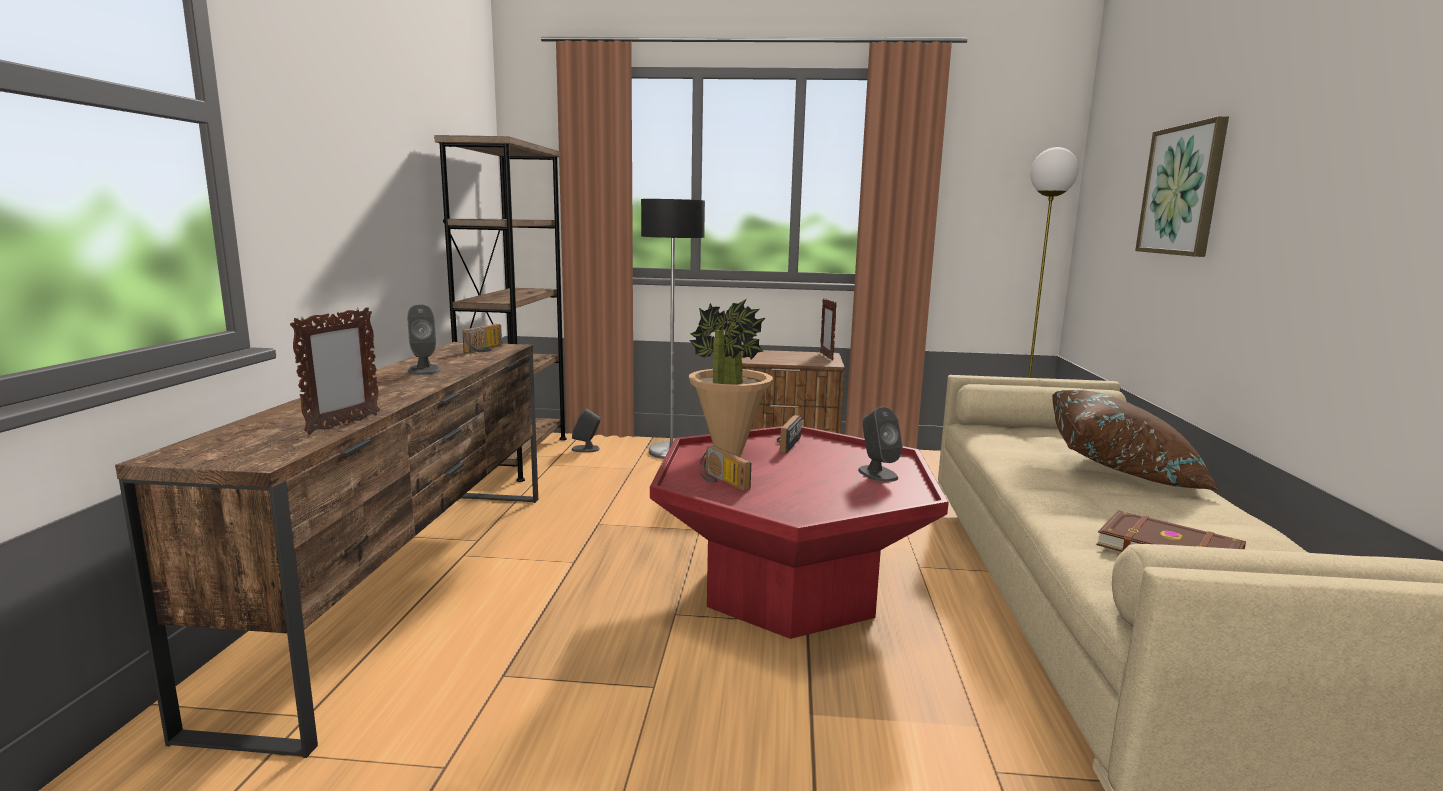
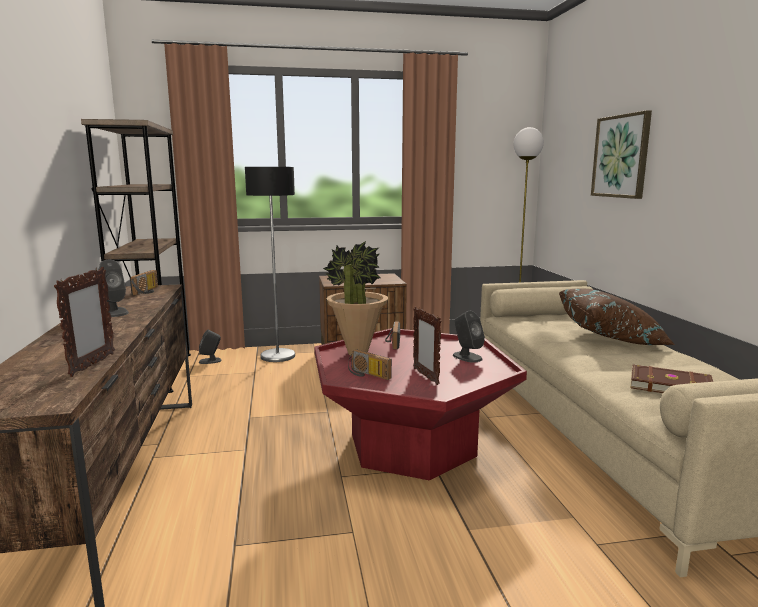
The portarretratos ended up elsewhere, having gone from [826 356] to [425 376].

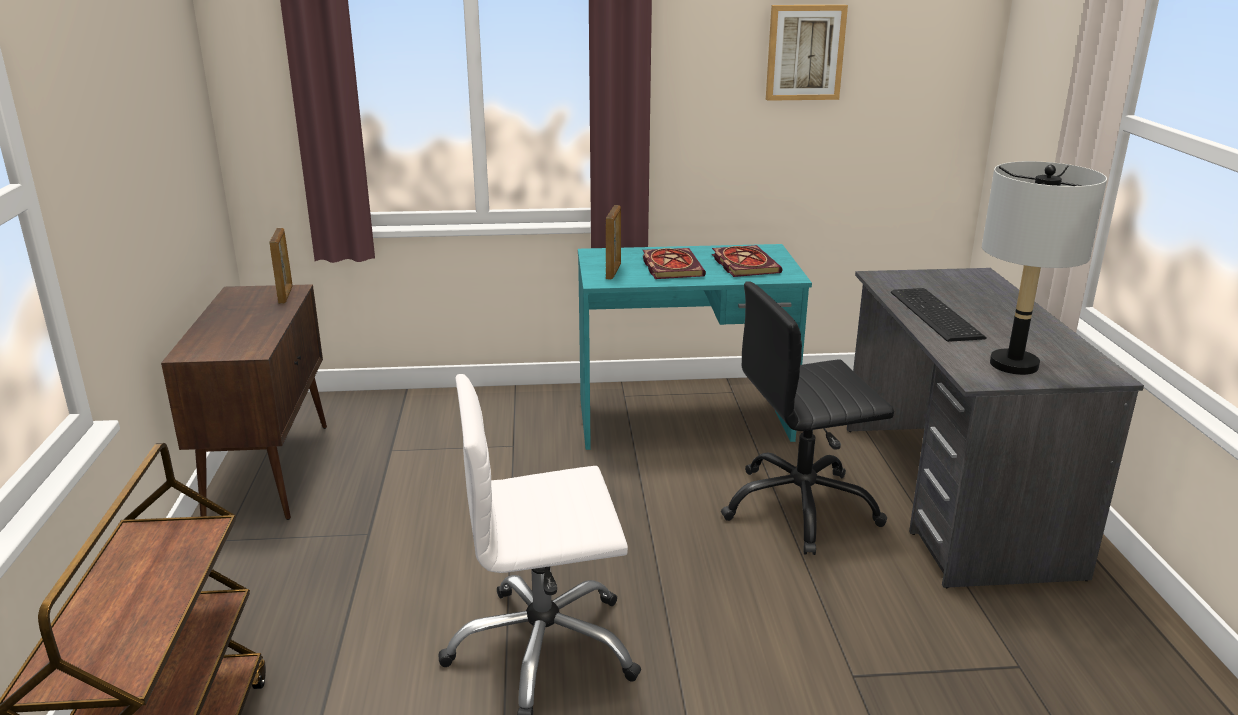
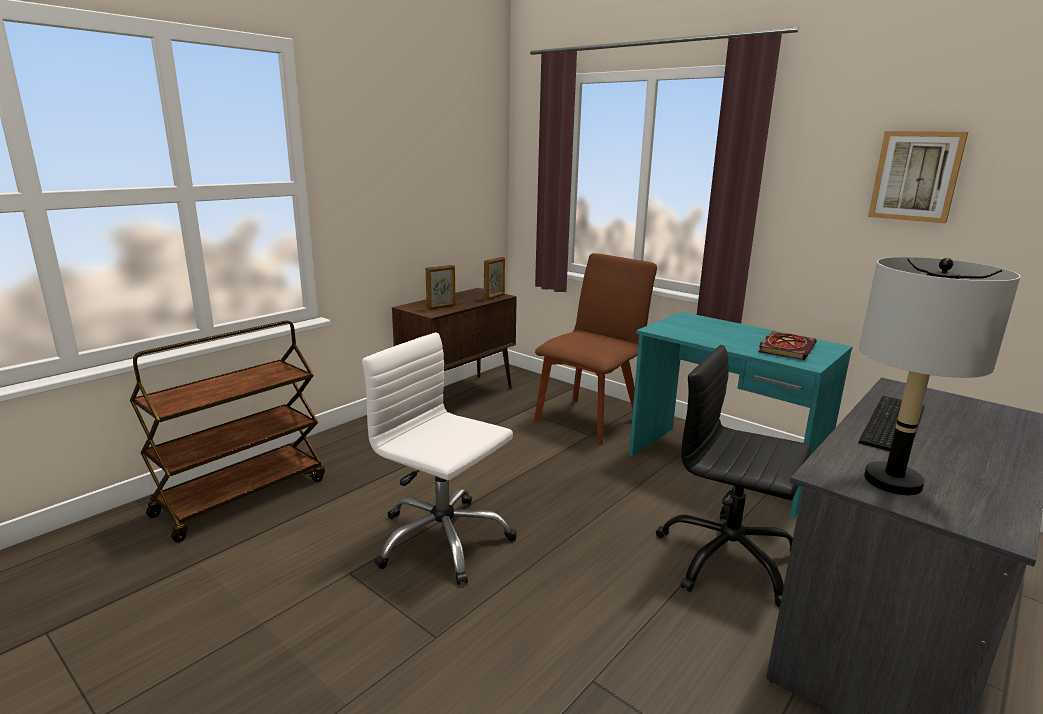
The portarretratos ended up elsewhere, having gone from [613 271] to [441 307].
The second view lost the libro at [670 266].
The second view gained the silla/marrón at [590 418].

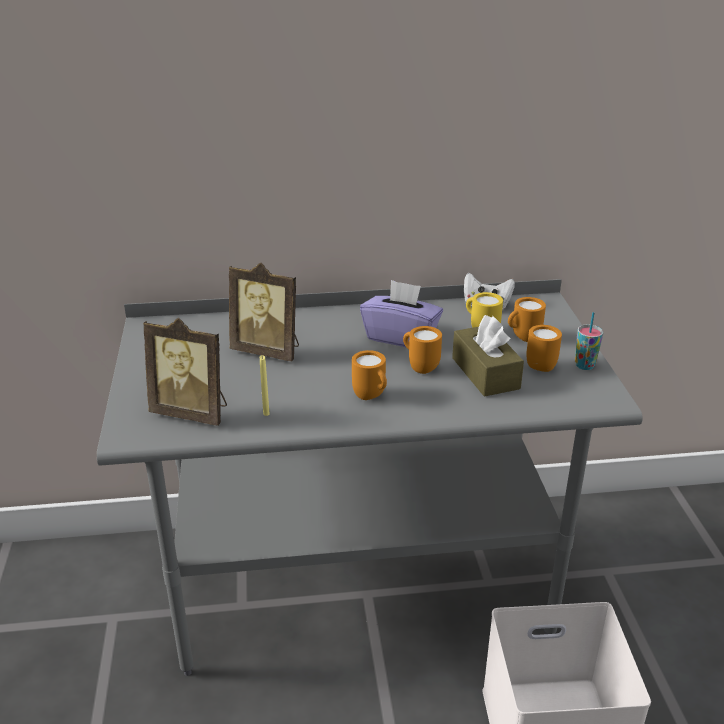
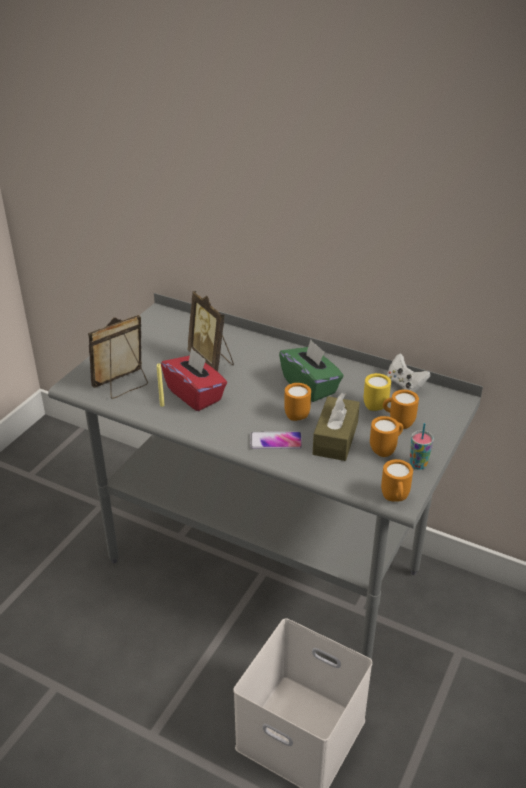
The portarretratos at [192 412] ended up facing another way, 90 degrees clockwise from before.
The taza grande/naranja ended up elsewhere, having gone from [371 397] to [395 499].
What was the caja de pañuelos/morado at [401 337] turned into the caja de pañuelos/verde at [310 386].
The second view gained the caja de pañuelos/rojo at [195 395].
The second view gained the móvil at [276 441].

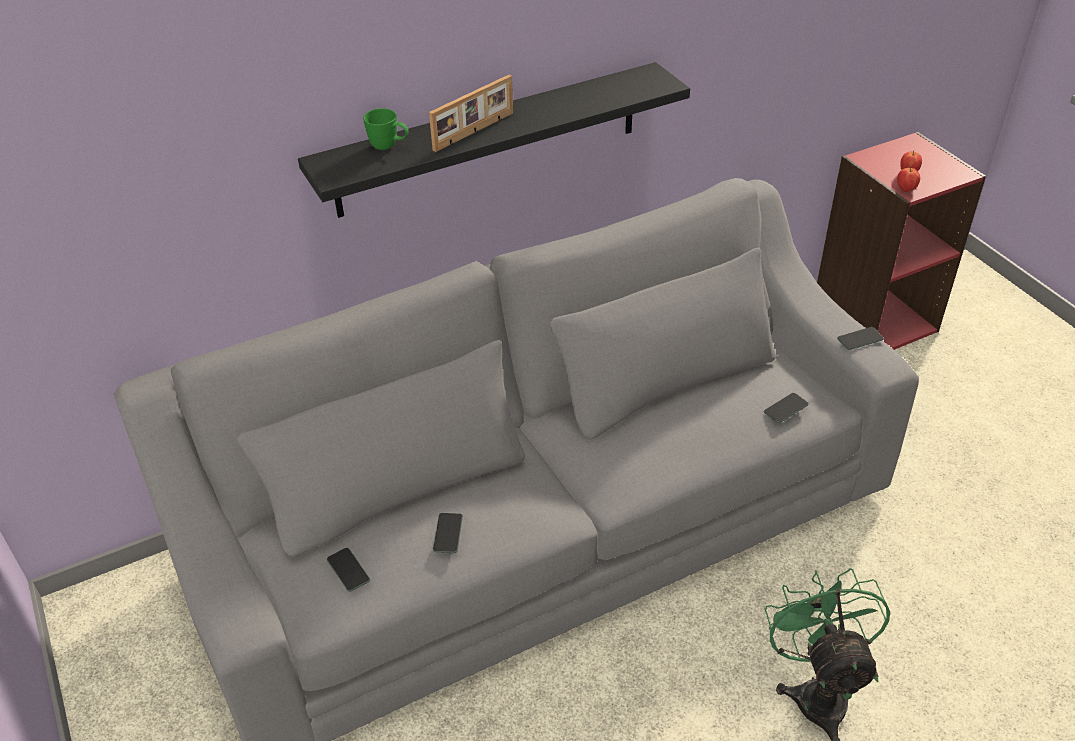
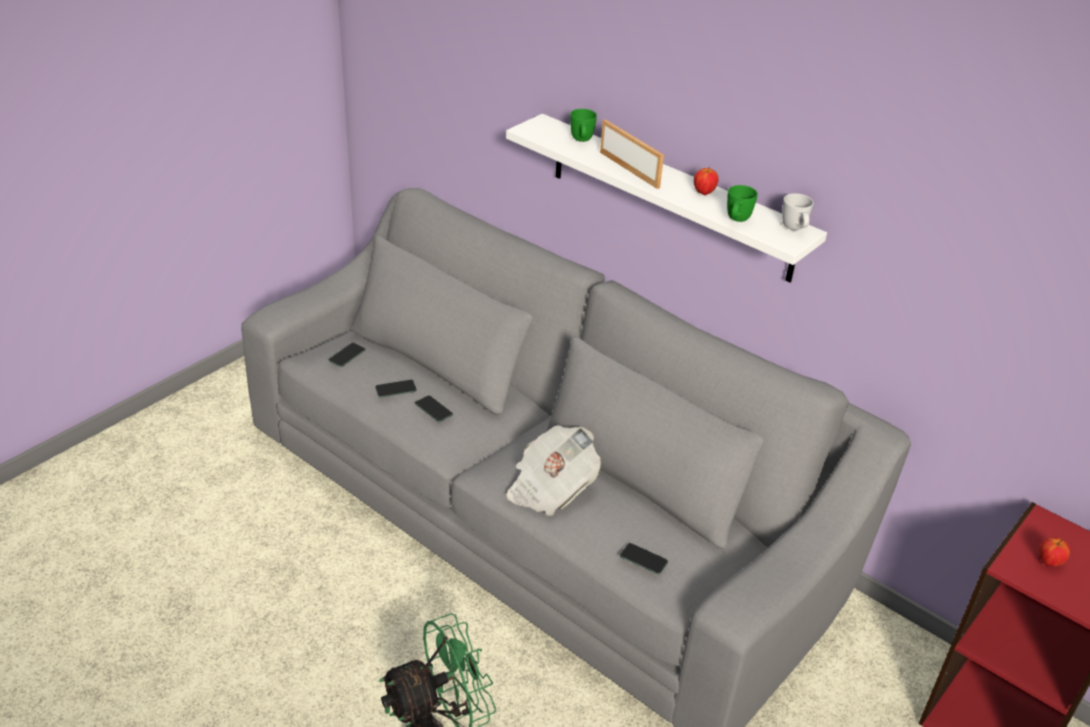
What was the estante/negro at [489 140] turned into the estante/blanco at [670 197].
The portarretratos at [475 132] ended up facing another way, 150 degrees counterclockwise from before.
The móvil ended up elsewhere, having gone from [860 339] to [433 409].
The manzana ended up elsewhere, having gone from [905 189] to [704 193].
The second view gained the periódico at [550 488].
The second view gained the taza grande/verde at [736 220].
The second view gained the taza grande/blanco at [795 229].

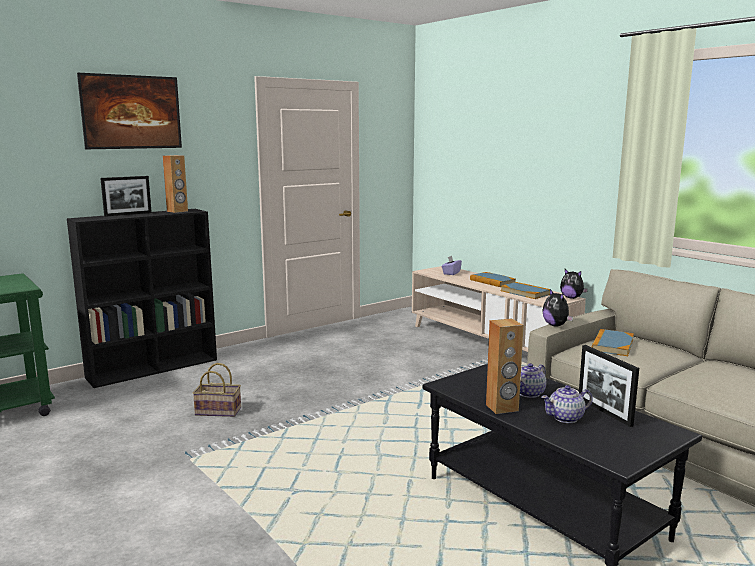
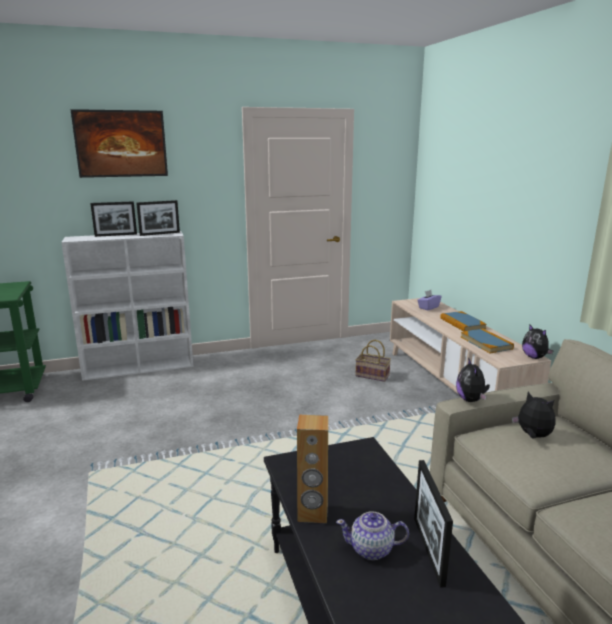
What was the estantería/negro at [154 368] turned into the estantería/blanco at [140 367].
Where the altavoz/marrón stood at [177 211], the portarretratos came to stand at [160 234].
The cesta ended up elsewhere, having gone from [219 411] to [373 375].
The second view lost the tetera at [529 393].
Where the libro stood at [612 345], the peluche came to stand at [532 436].

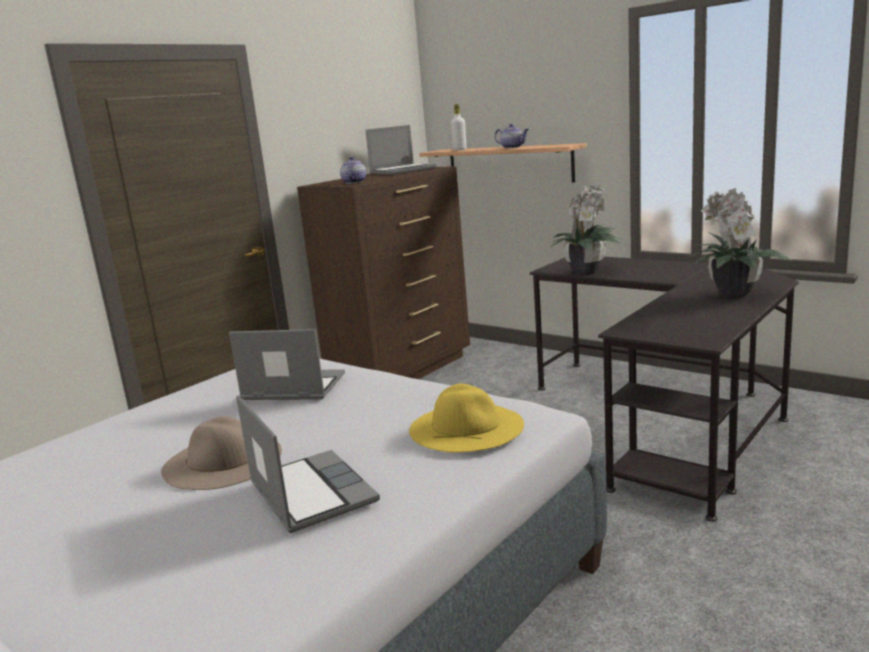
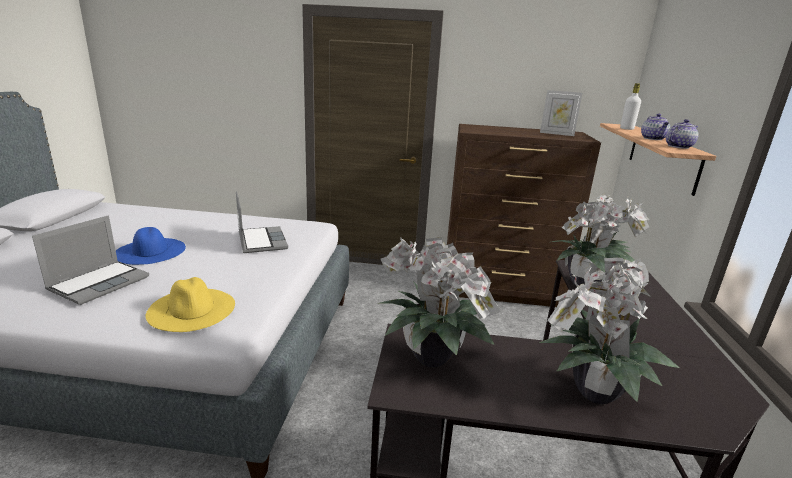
What was the sombrero/beis at [222 461] turned into the sombrero/azul at [150 250].
The tetera ended up elsewhere, having gone from [354 182] to [678 146].
Where the portátil stood at [403 171], the portarretratos came to stand at [557 134].
The second view gained the planta en maceta at [433 361].

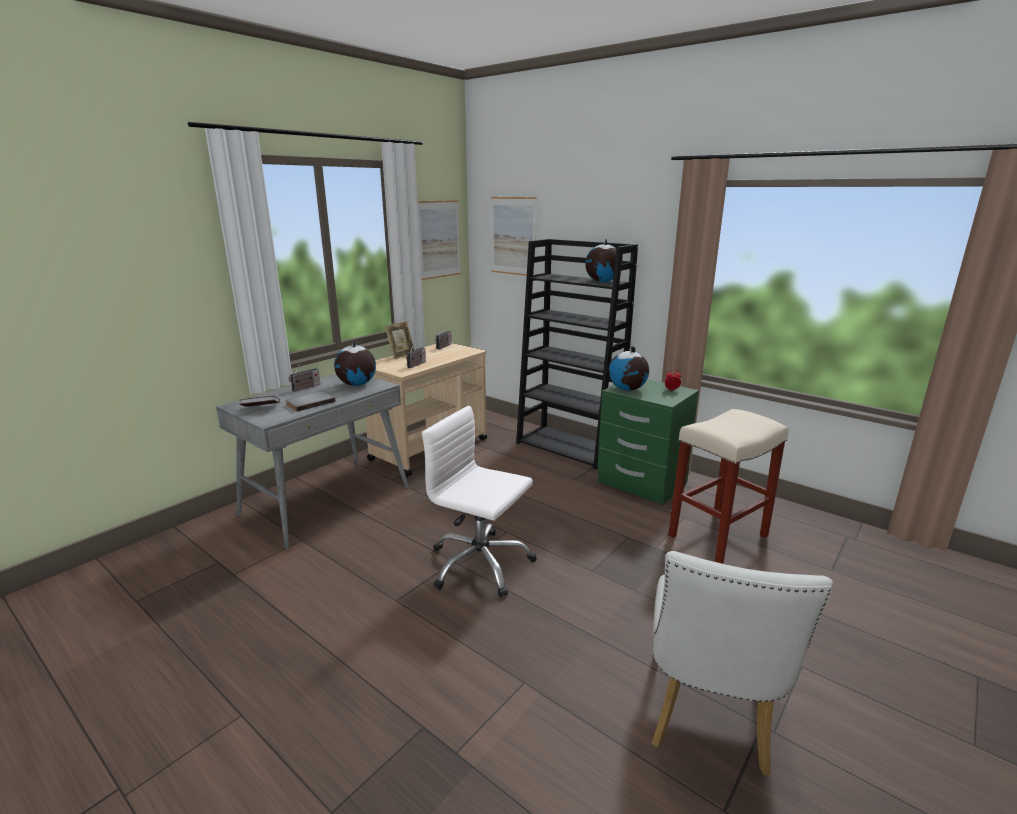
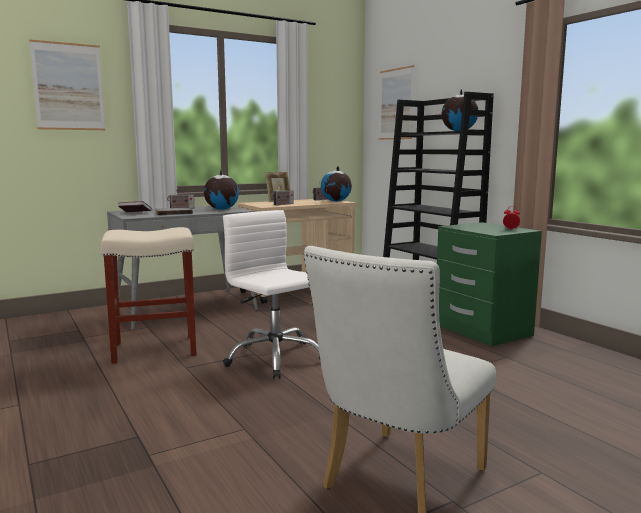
The cuadro ended up elsewhere, having gone from [439 239] to [68 86].
The globo terráqueo ended up elsewhere, having gone from [627 389] to [336 201].
The taburete/beis ended up elsewhere, having gone from [717 536] to [153 349].

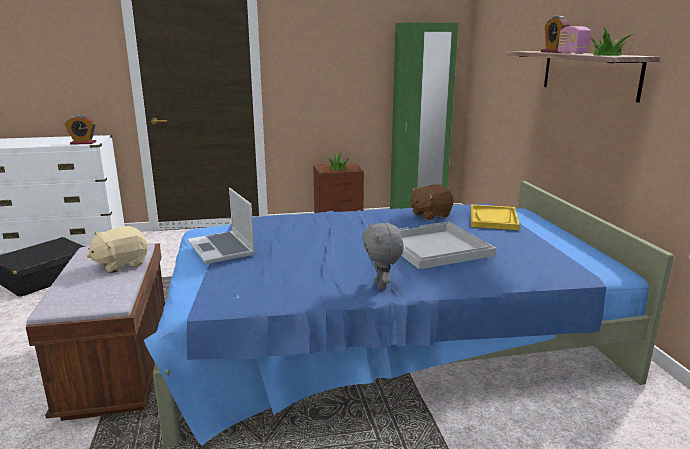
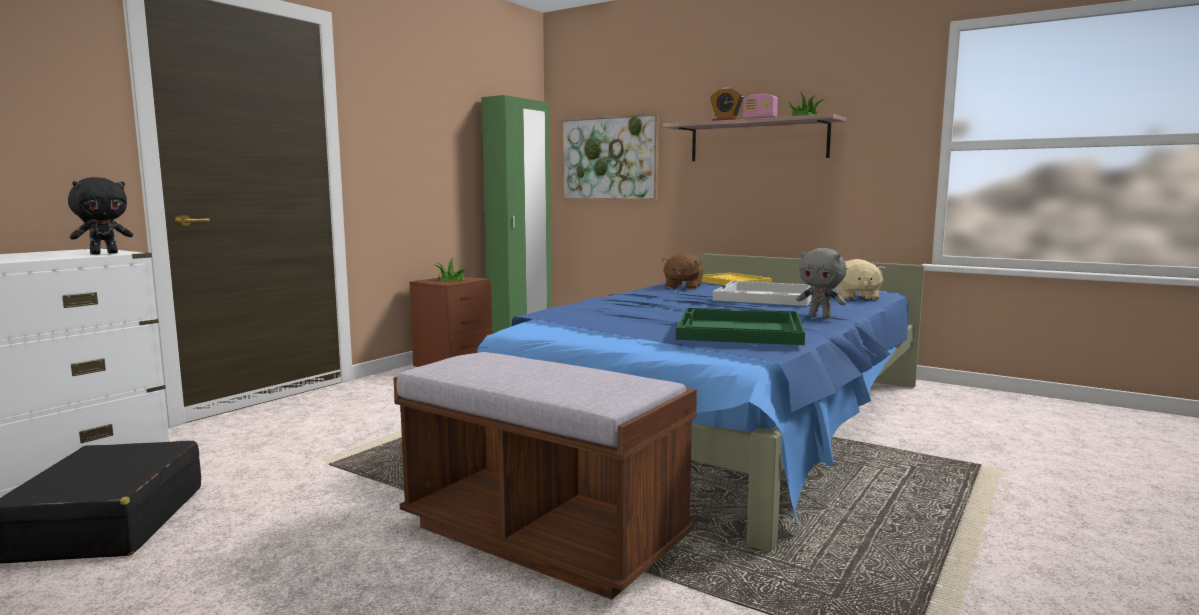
Where the despertador stood at [83 143], the peluche/negro came to stand at [104 253].
The peluche/beis ended up elsewhere, having gone from [121 264] to [856 298].
The second view lost the portátil at [222 249].
The second view gained the cuadro at [609 158].
The second view gained the bandeja/verde at [738 330].

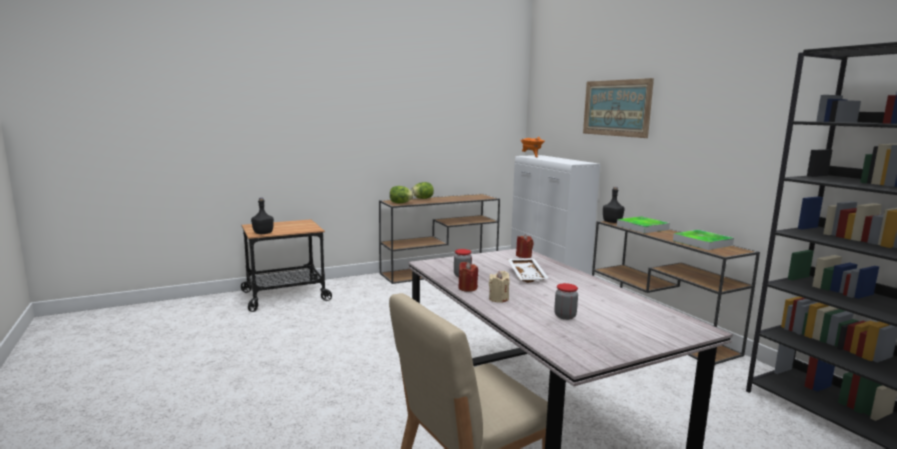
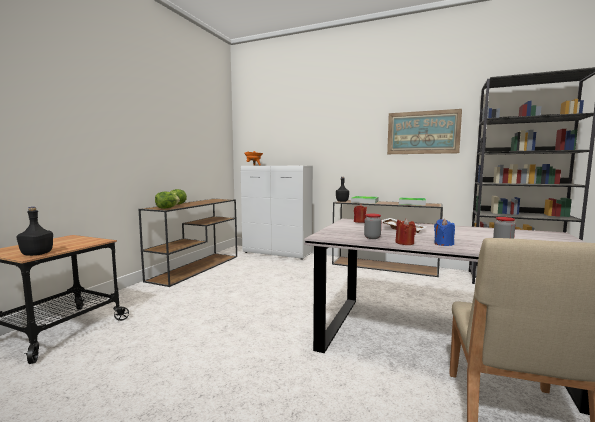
What was the vela/beis at [498 299] turned into the vela/azul at [443 244].
The cuadro ended up elsewhere, having gone from [616 108] to [422 132].

